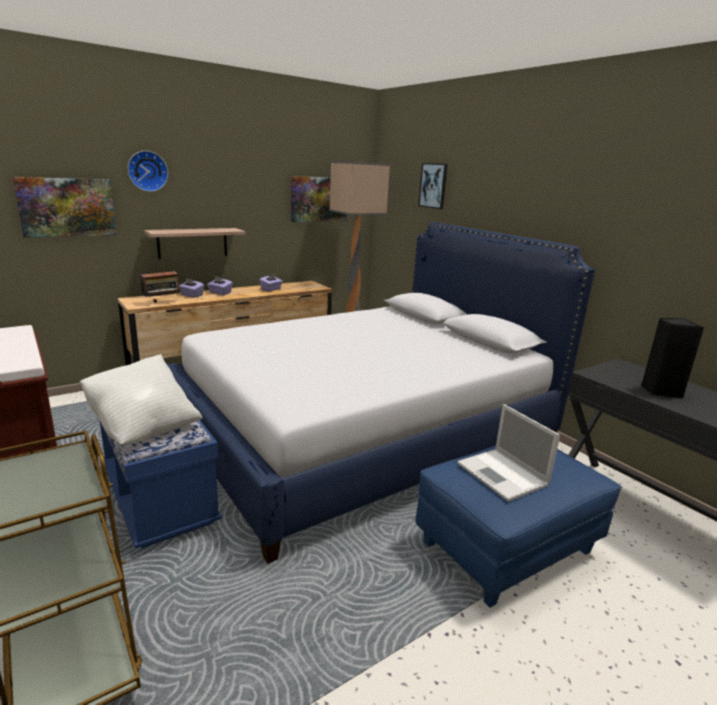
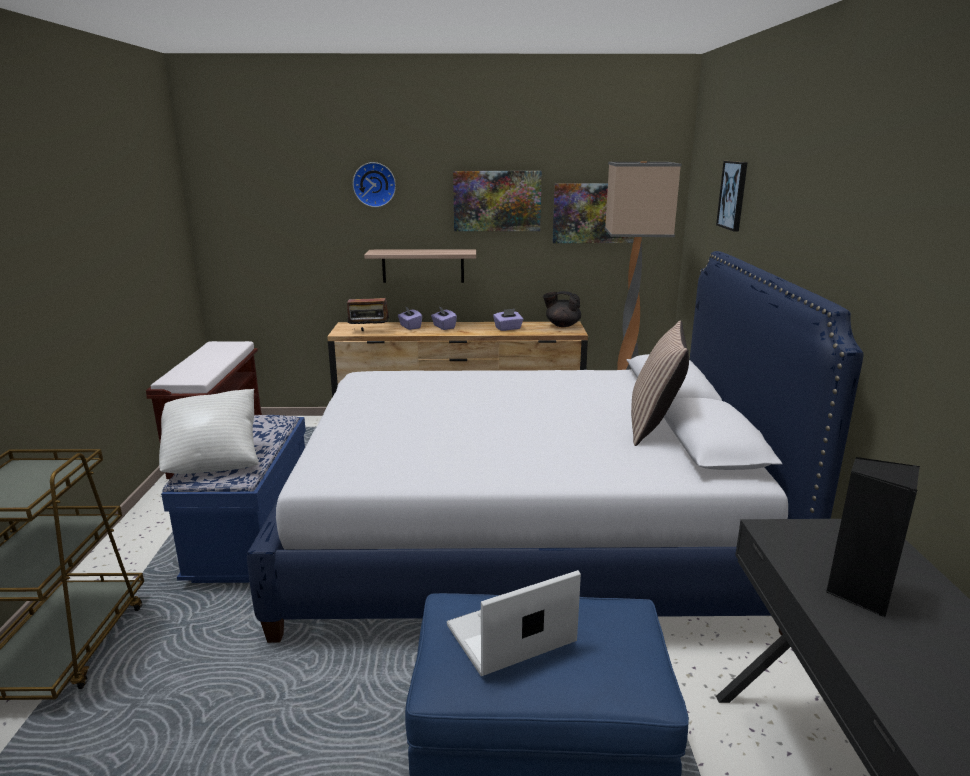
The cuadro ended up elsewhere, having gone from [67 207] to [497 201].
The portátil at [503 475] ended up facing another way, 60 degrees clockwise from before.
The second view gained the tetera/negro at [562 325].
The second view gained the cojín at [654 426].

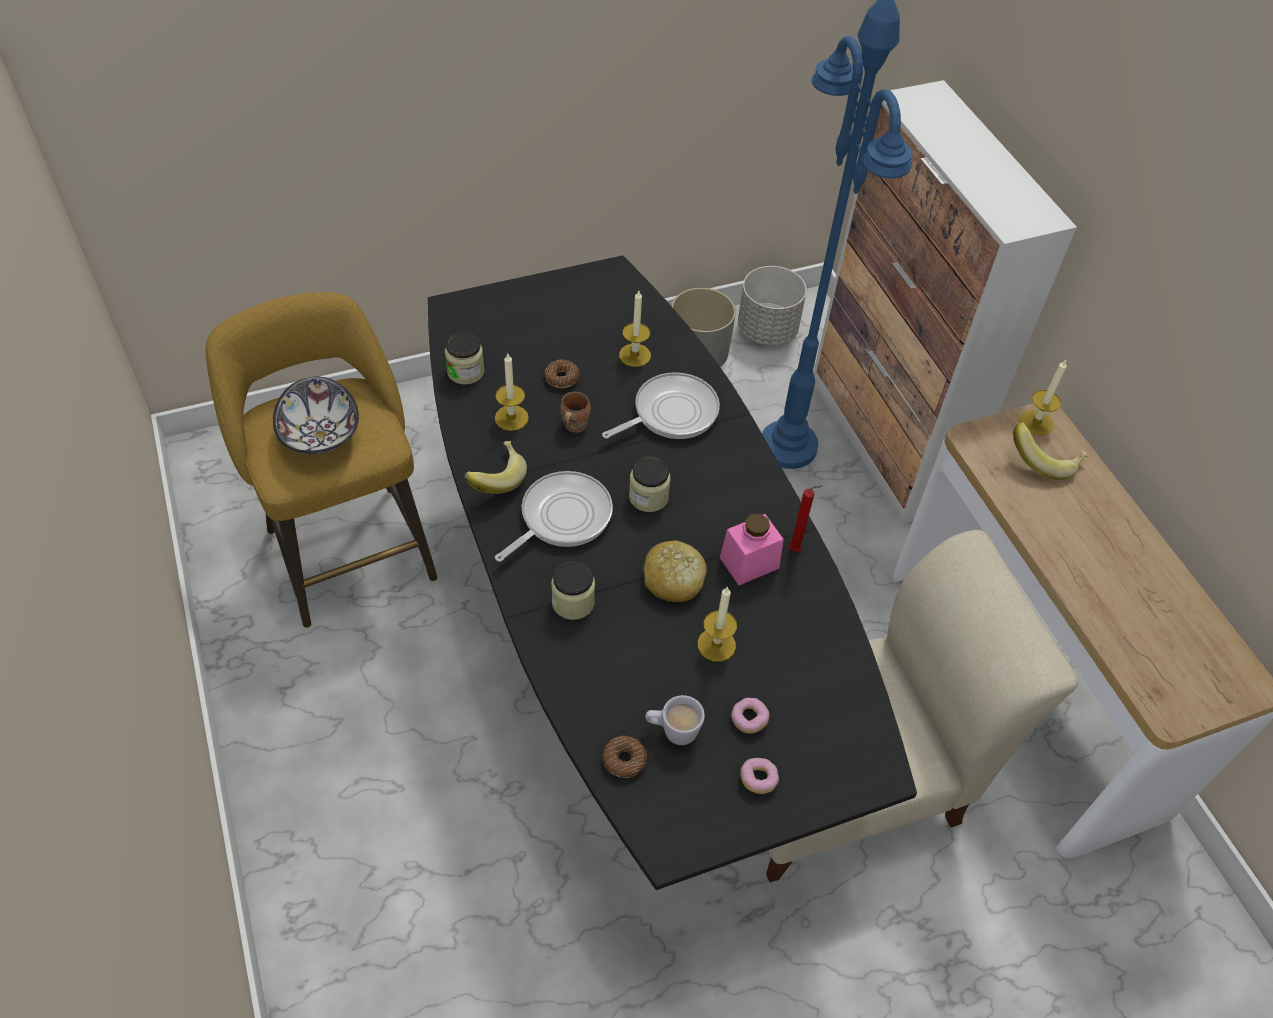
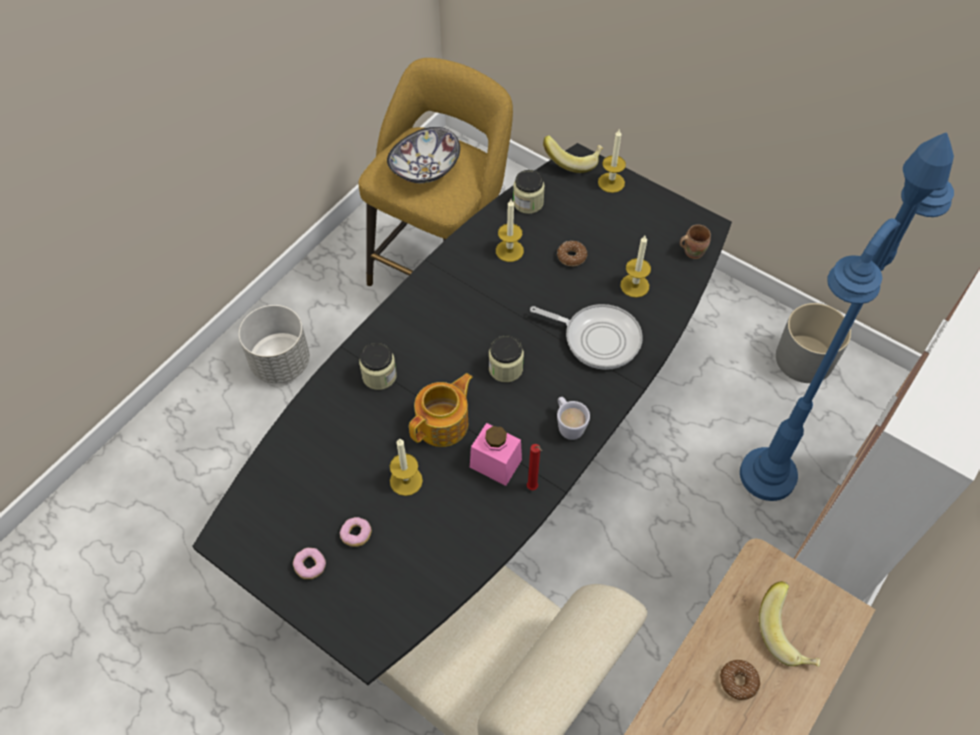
The plátano ended up elsewhere, having gone from [495 478] to [573 160].
The second view lost the sartén at [561 517].
The taza grande/marrón ended up elsewhere, having gone from [573 425] to [692 251].
The rosquilla ended up elsewhere, having gone from [624 760] to [738 681].
Where the pan stood at [673 579], the tetera came to stand at [443 423].
The taza grande/blanco ended up elsewhere, having gone from [672 731] to [568 425].
The maceta/gris ended up elsewhere, having gone from [766 330] to [281 362].
The vela ended up elsewhere, having gone from [1036 422] to [611 182].

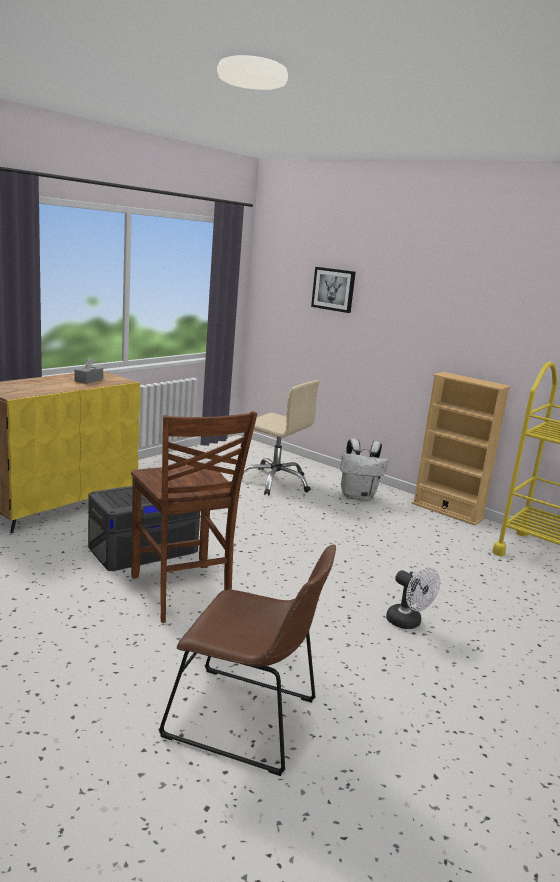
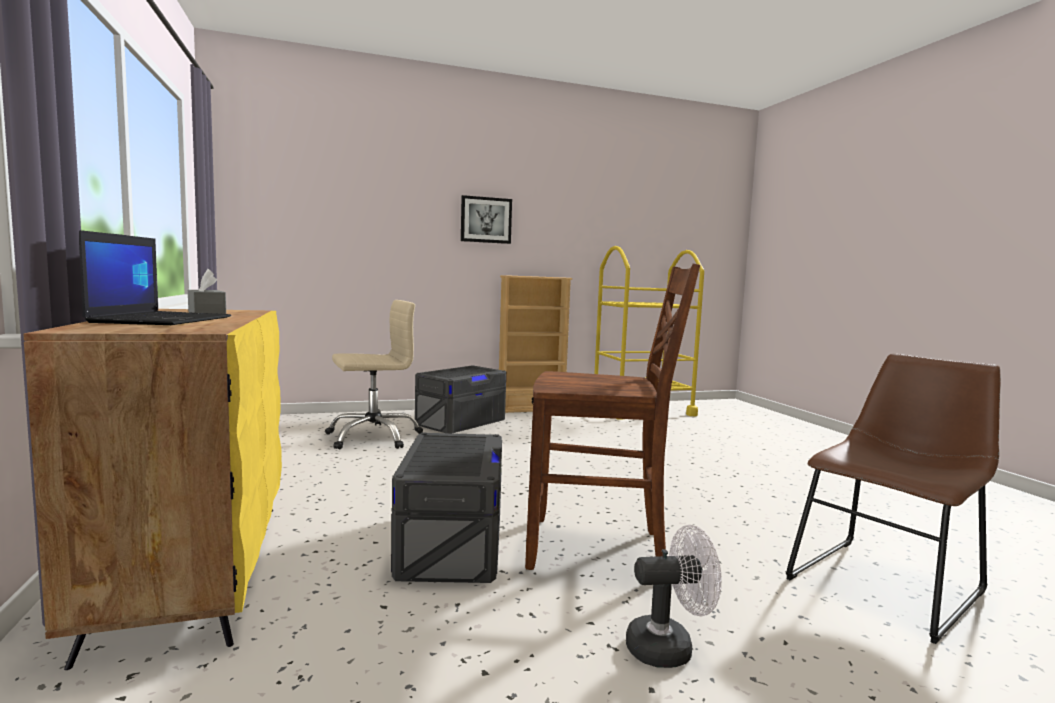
The cuadro ended up elsewhere, having gone from [333 289] to [486 220].
Where the mochila/blanco stood at [358 496], the caja de almacenaje/gris came to stand at [461 421].
The ventilador/blanco ended up elsewhere, having gone from [408 623] to [669 647].
The second view gained the portátil at [162 320].

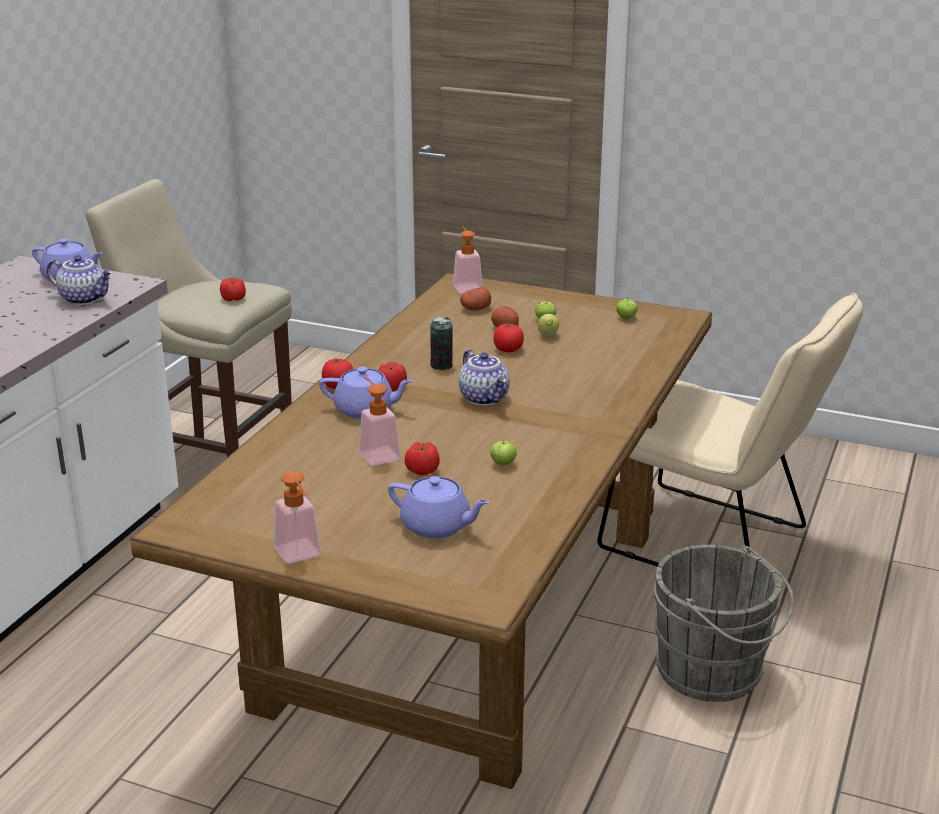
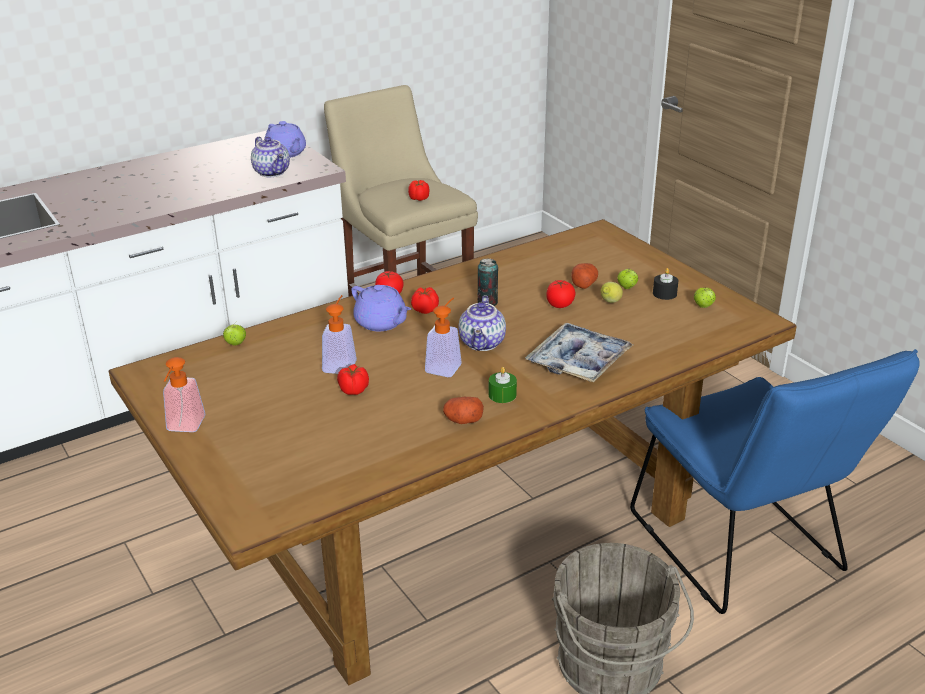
The second view lost the tetera/morado at [437 526].
The dispensador de jabón ended up elsewhere, having gone from [466 287] to [446 365].
The patata ended up elsewhere, having gone from [475 309] to [462 420].
The manzana ended up elsewhere, having gone from [503 464] to [235 344].
What was the silla/beis at [716 543] turned into the silla/azul at [743 550].
The second view gained the vela/verde at [502 395].
The second view gained the bandeja at [578 361].
The second view gained the vela/negro at [664 293].

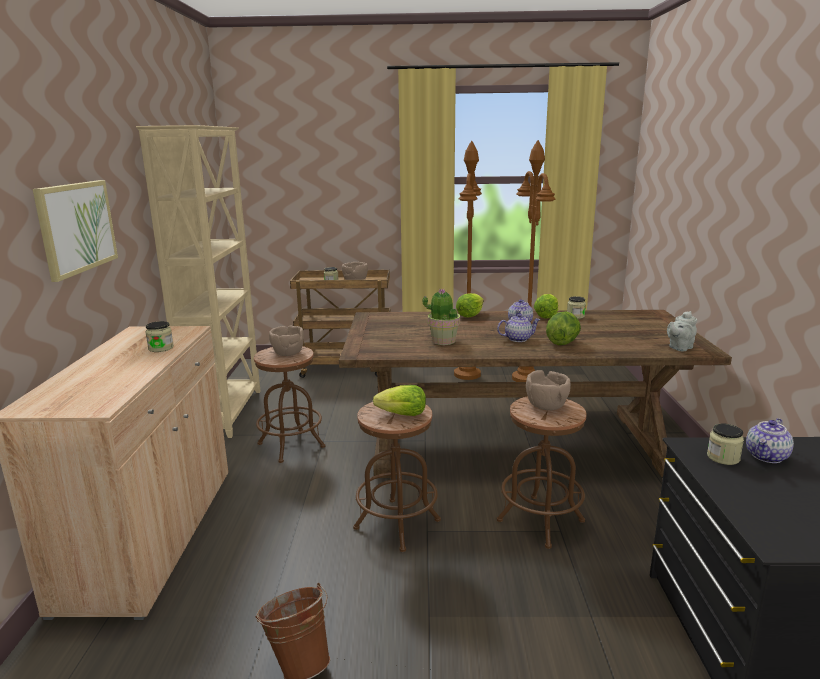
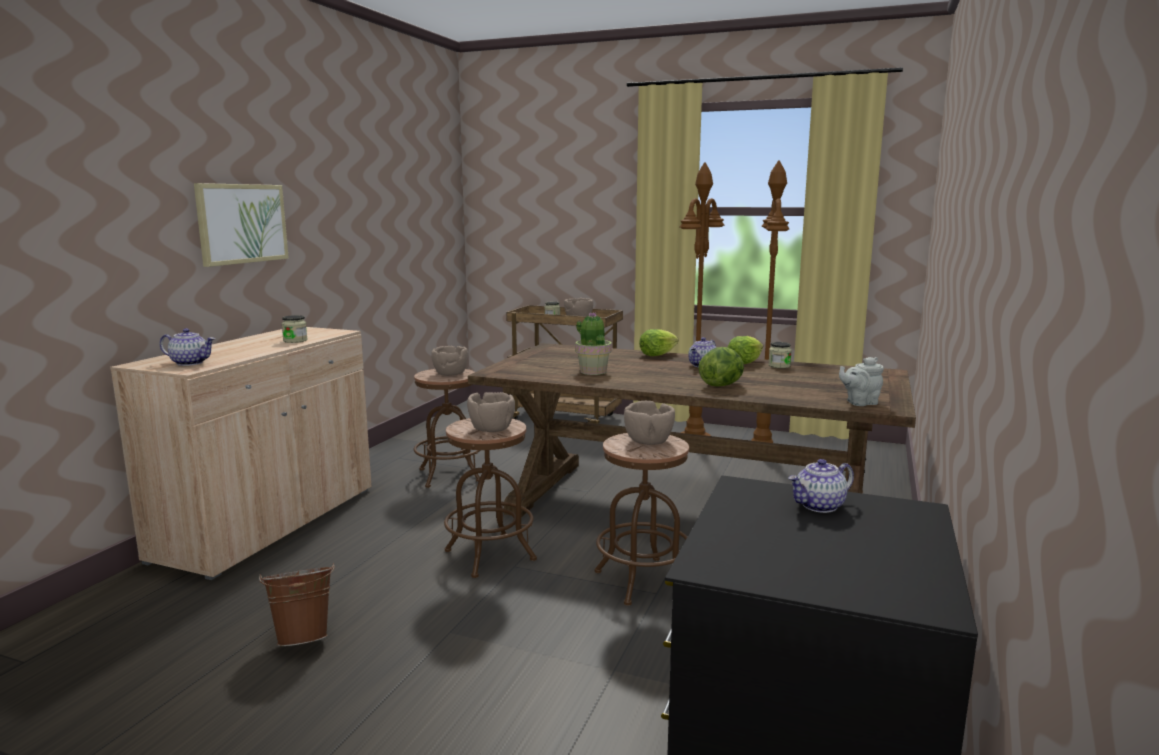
The second view lost the estantería/beis at [226 412].
Where the lechuga stood at [403 415], the cuenco/marrón came to stand at [491 429].
The tetera ended up elsewhere, having gone from [518 339] to [190 363].
The second view lost the tarro at [723 457].

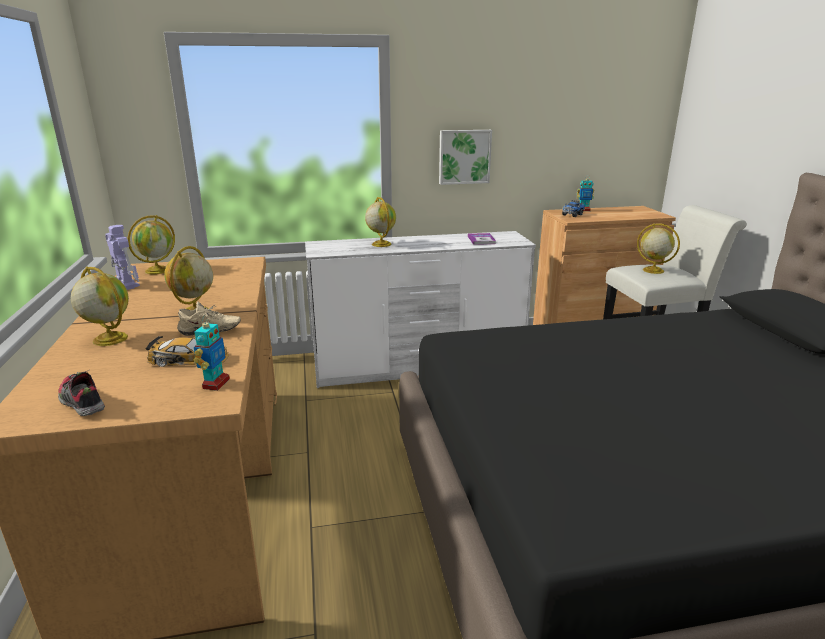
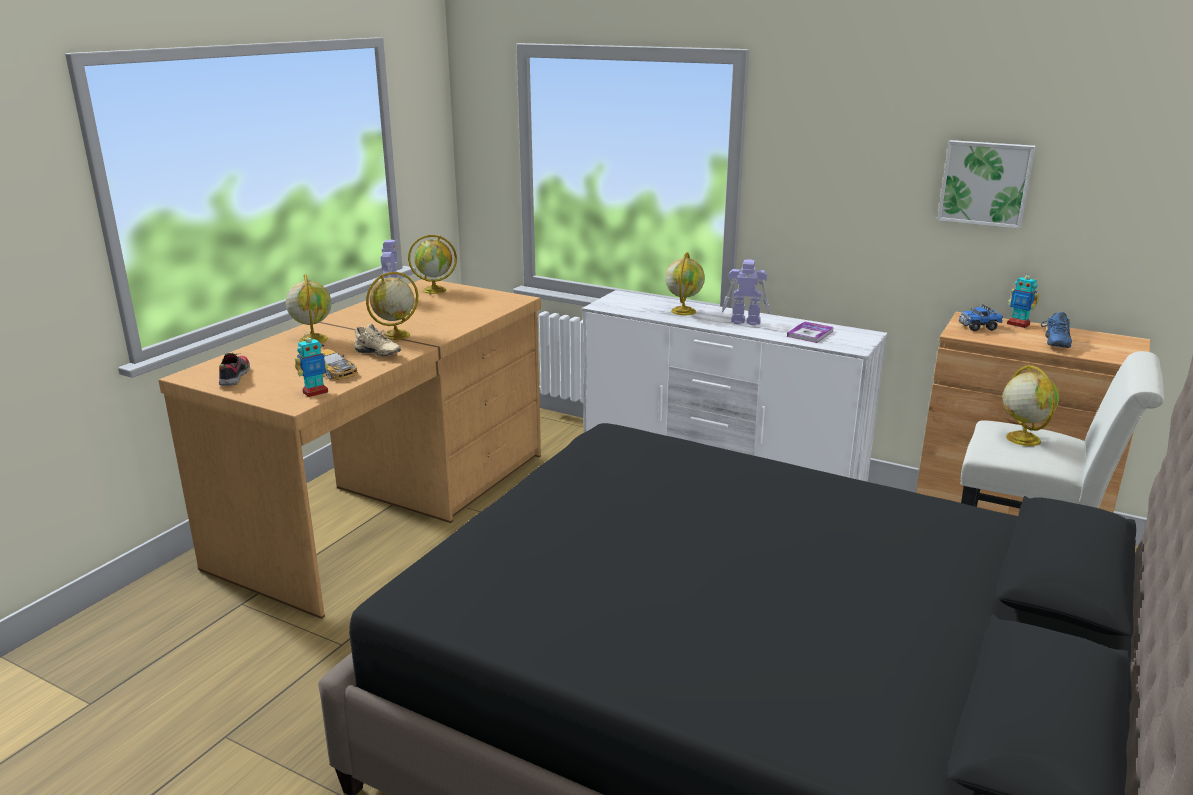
The cuadro ended up elsewhere, having gone from [464 156] to [985 183].
The second view gained the robot de juguete at [744 321].
The second view gained the zapato/azul at [1053 343].

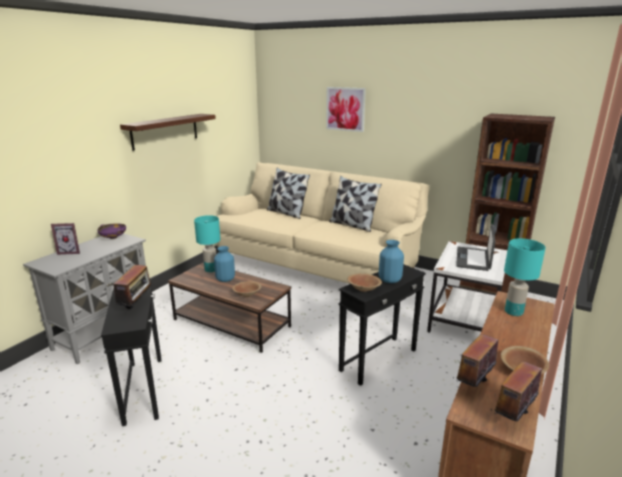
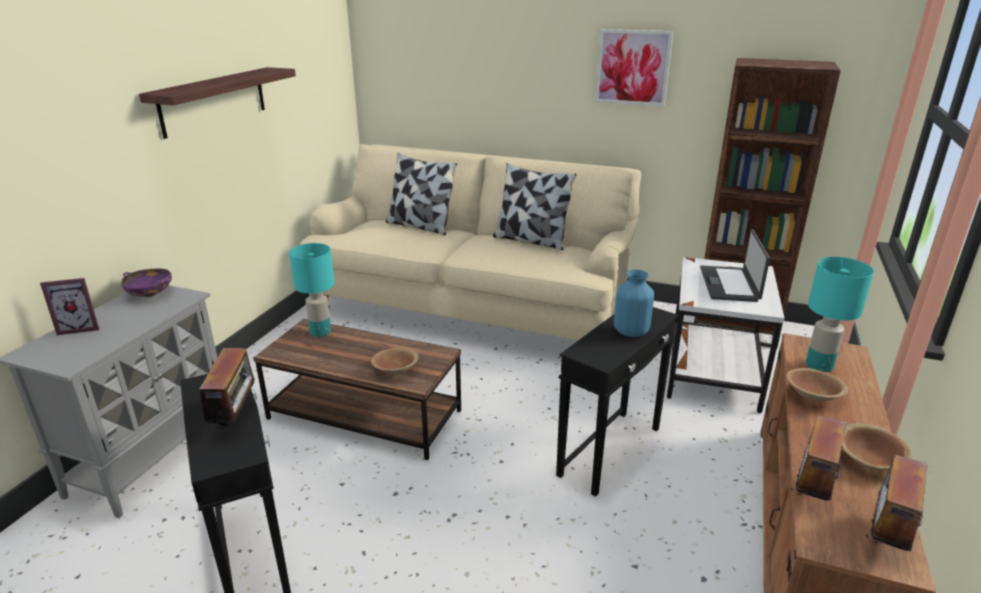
The second view lost the florero/azul at [225 279].
The cuadro ended up elsewhere, having gone from [345 109] to [632 67].
The cuenco/marrón ended up elsewhere, having gone from [364 289] to [812 395].

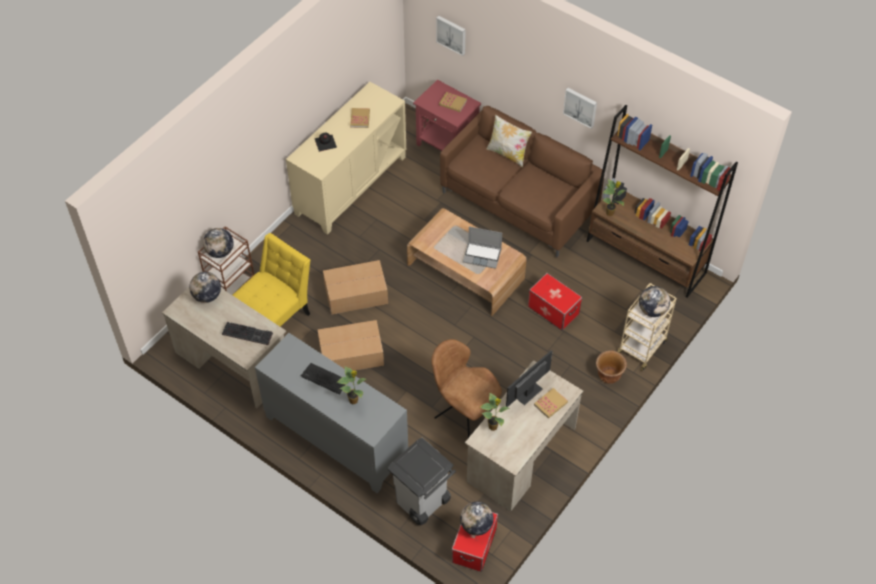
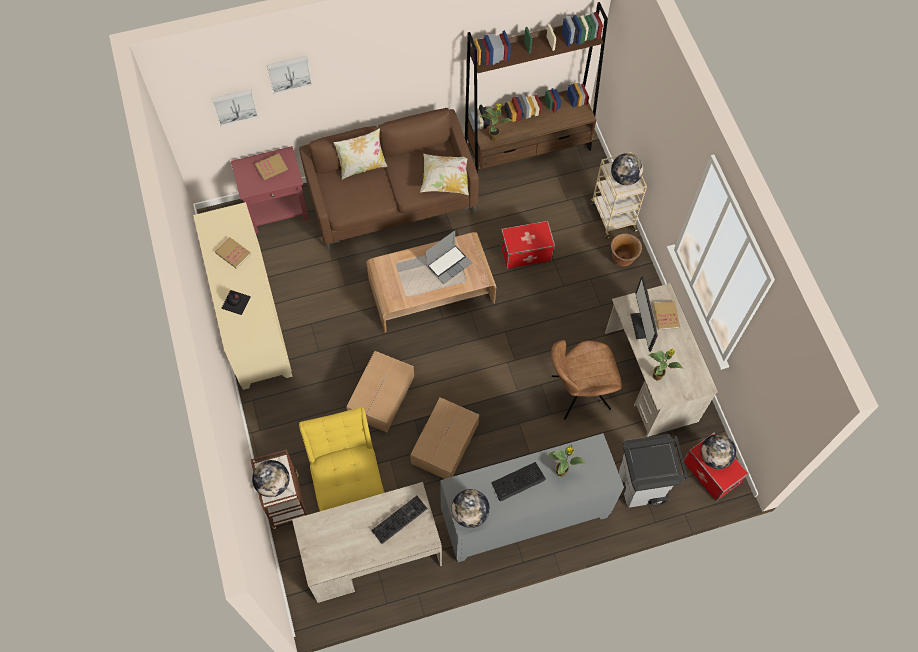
The globo terráqueo ended up elsewhere, having gone from [207 296] to [470 513].
The cuadro ended up elsewhere, having gone from [580 107] to [289 73].
The second view gained the cojín at [445 180].

